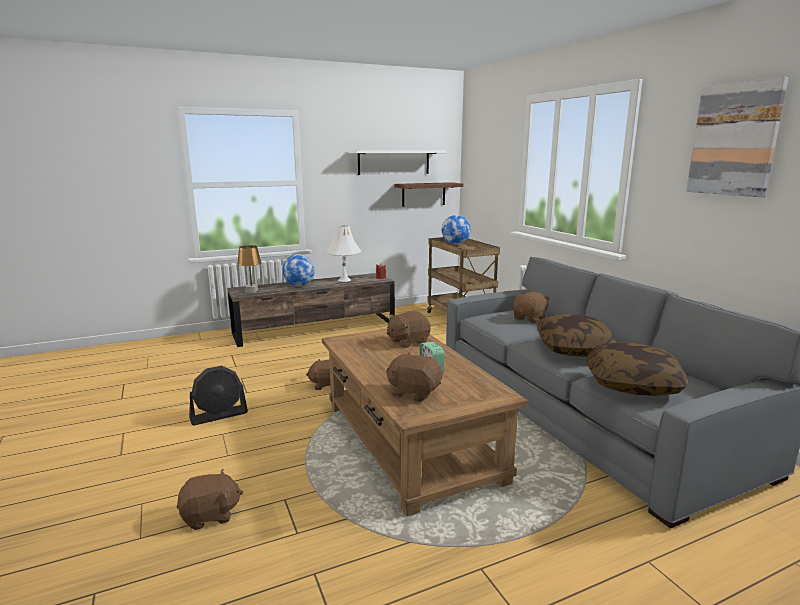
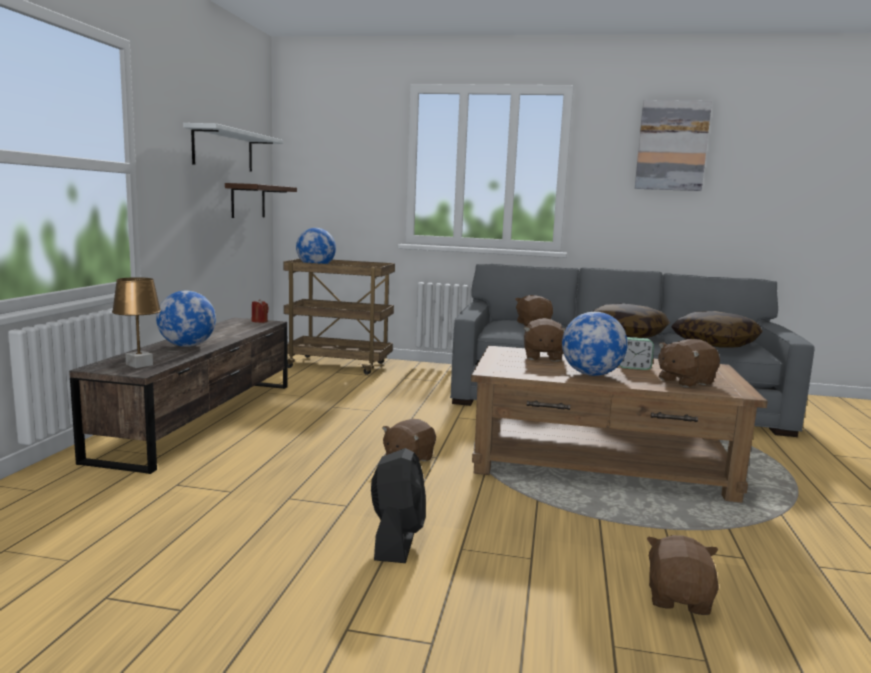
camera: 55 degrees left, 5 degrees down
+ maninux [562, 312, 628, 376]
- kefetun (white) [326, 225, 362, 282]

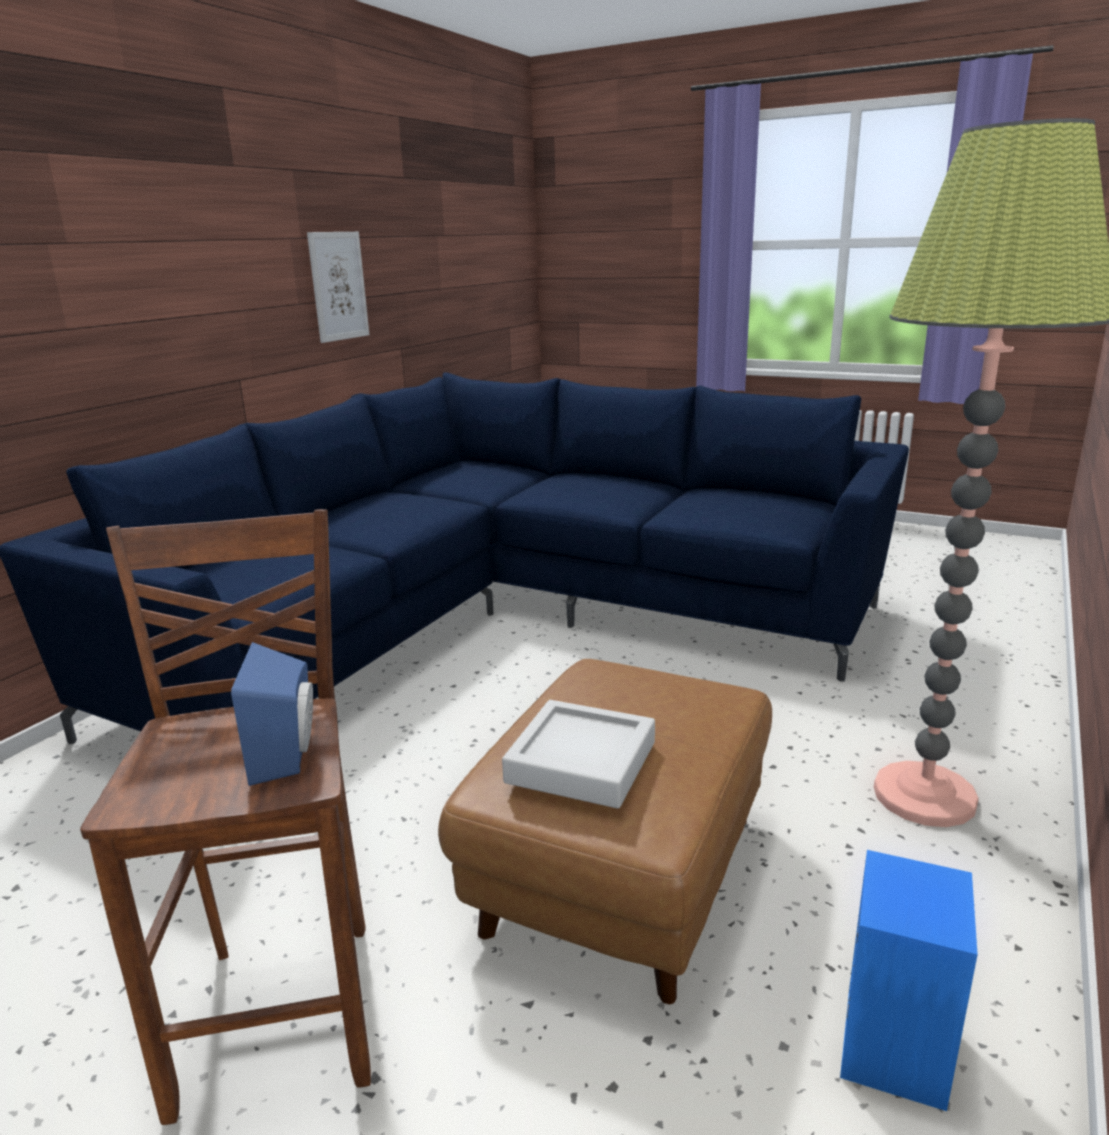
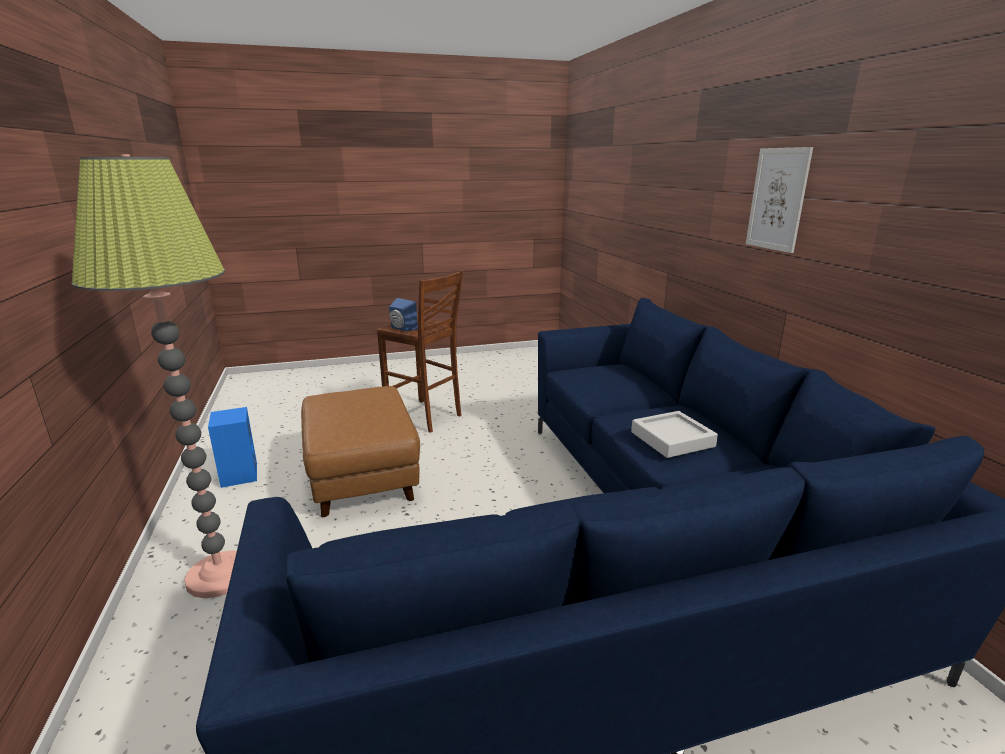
camera: 135 degrees right, 0 degrees up
~ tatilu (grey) [502, 700, 655, 809] to [631, 411, 718, 458]
~ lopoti [307, 232, 369, 343] to [746, 147, 813, 253]

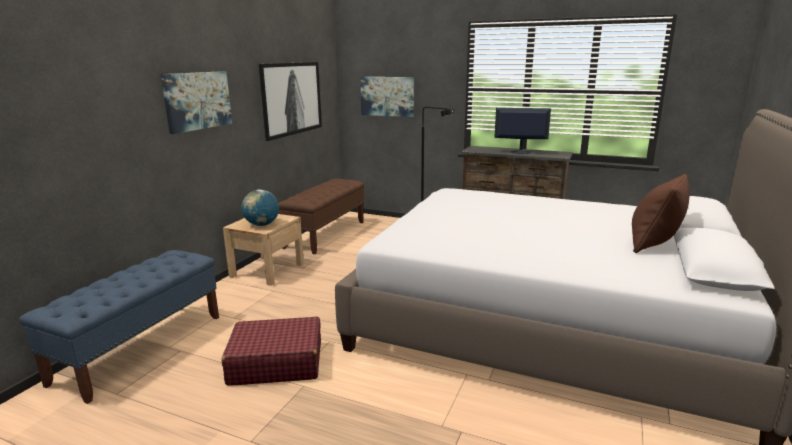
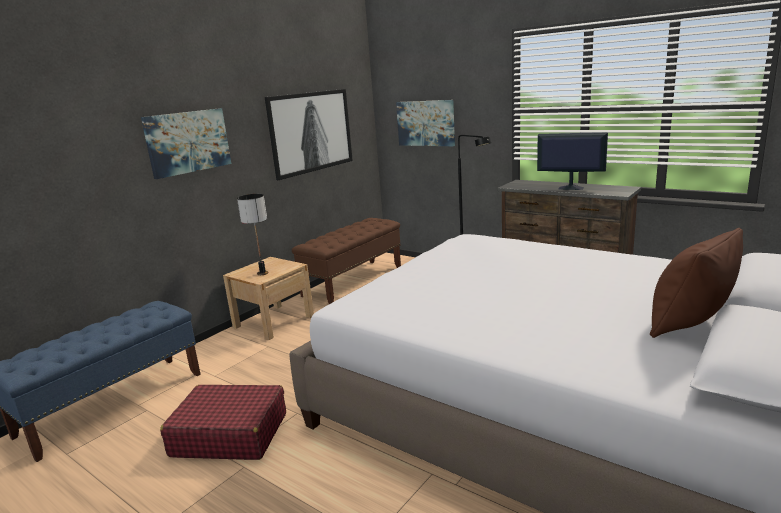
camera: 15 degrees right, 0 degrees up
~ maninux [241, 190, 279, 226] to kefetun [237, 194, 269, 275]

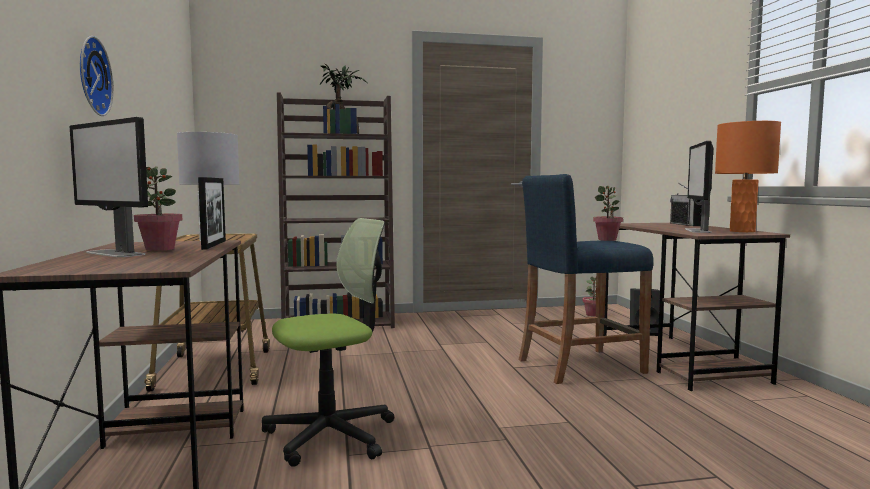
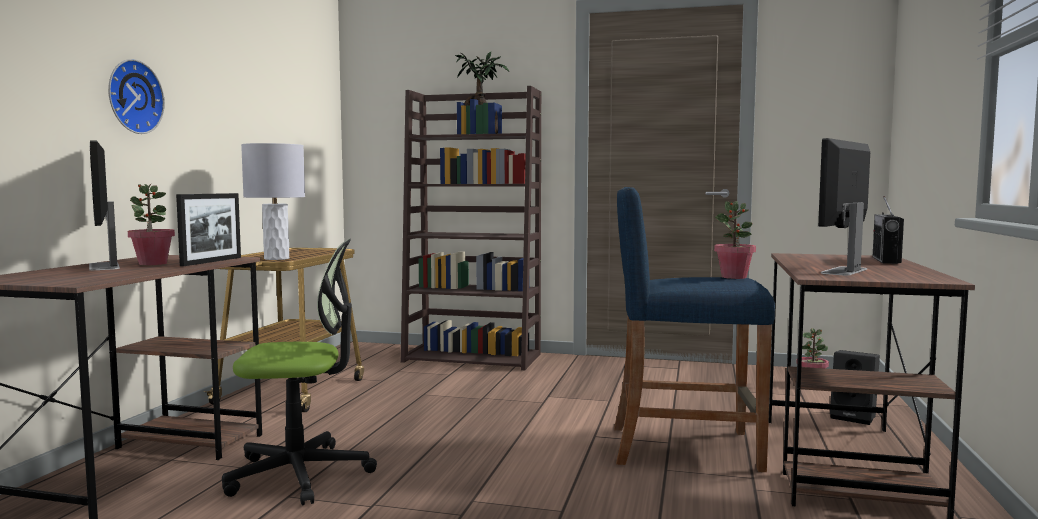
camera: 25 degrees right, 0 degrees up
- kefetun (orange) [715, 121, 781, 232]

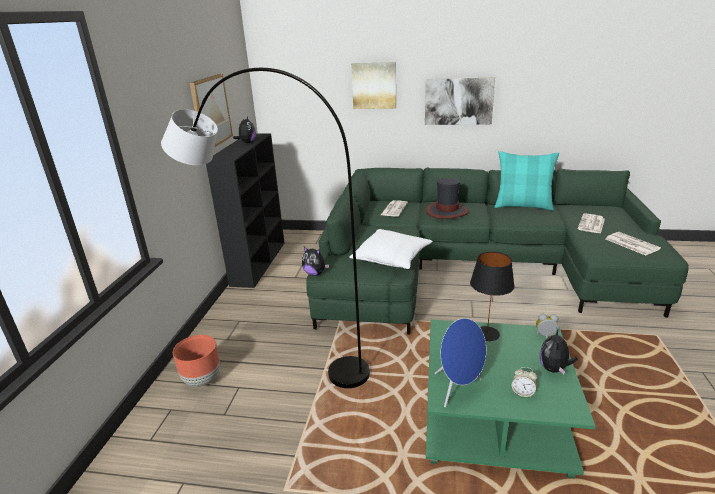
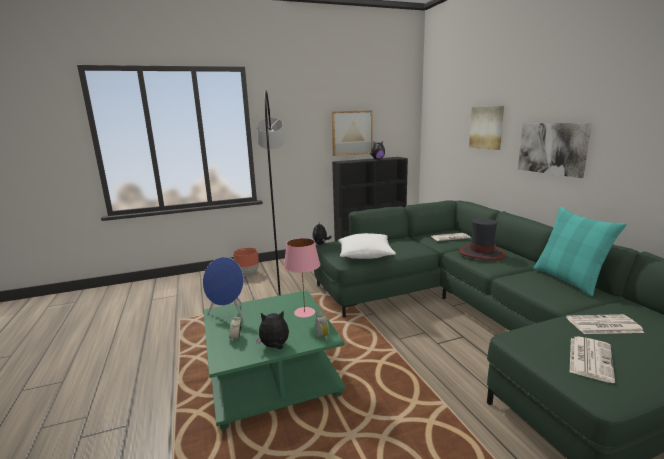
camera: 60 degrees right, 10 degrees down
~ kefetun (black) [470, 252, 515, 341] to kefetun (pink) [283, 238, 320, 318]

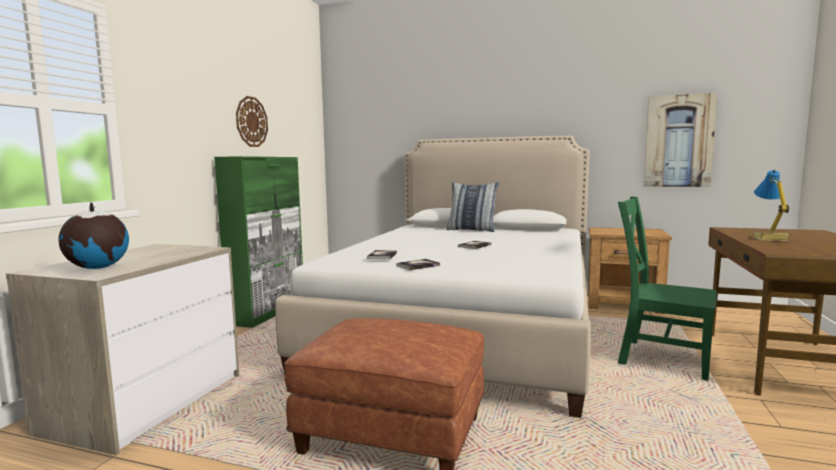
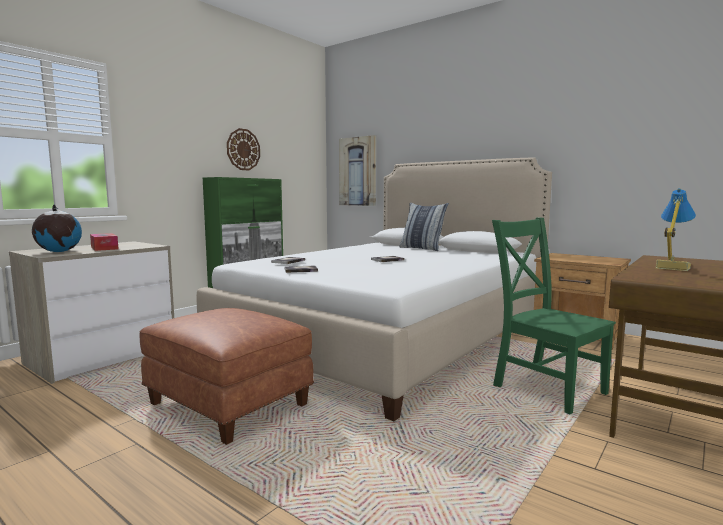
camera: 20 degrees right, 0 degrees up
+ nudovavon [90, 233, 118, 251]
~ lopoti [644, 93, 717, 187] to [339, 135, 376, 206]

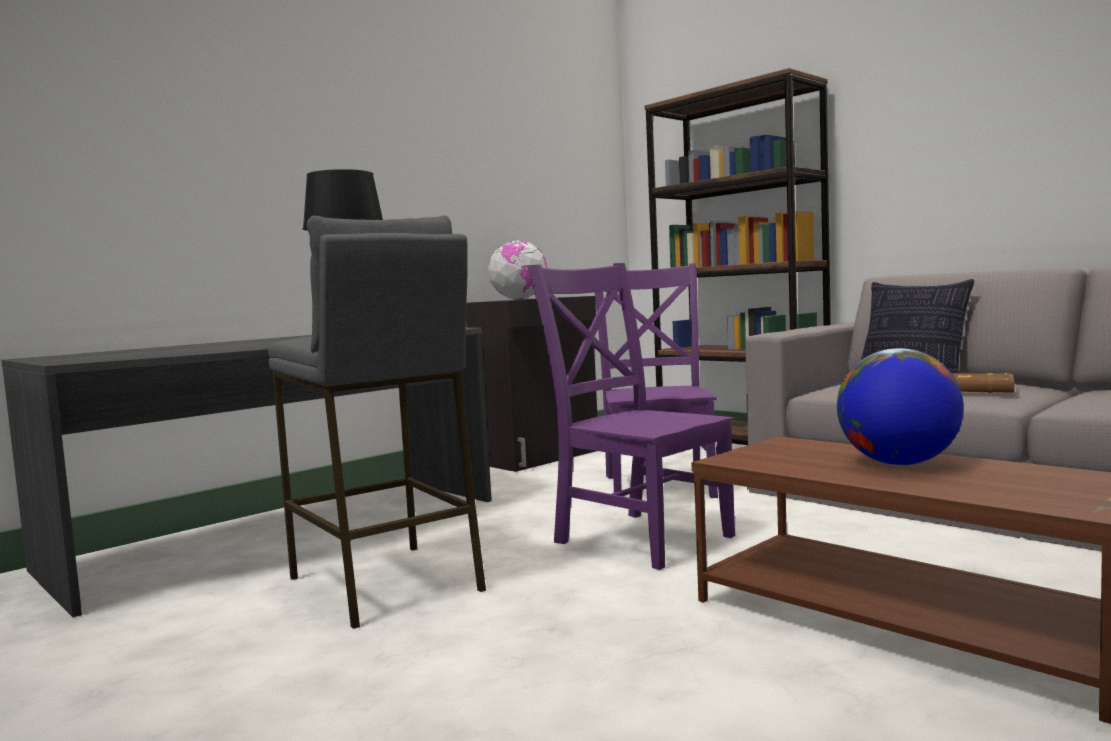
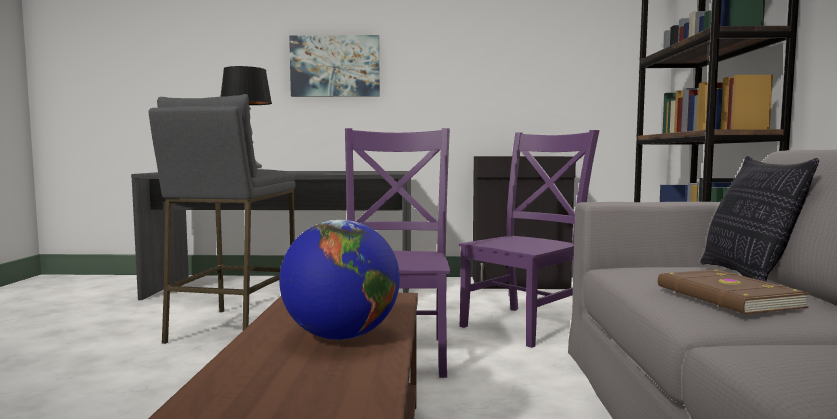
camera: 45 degrees right, 0 degrees up
+ lopoti [289, 35, 380, 97]
- maninux [488, 240, 547, 300]

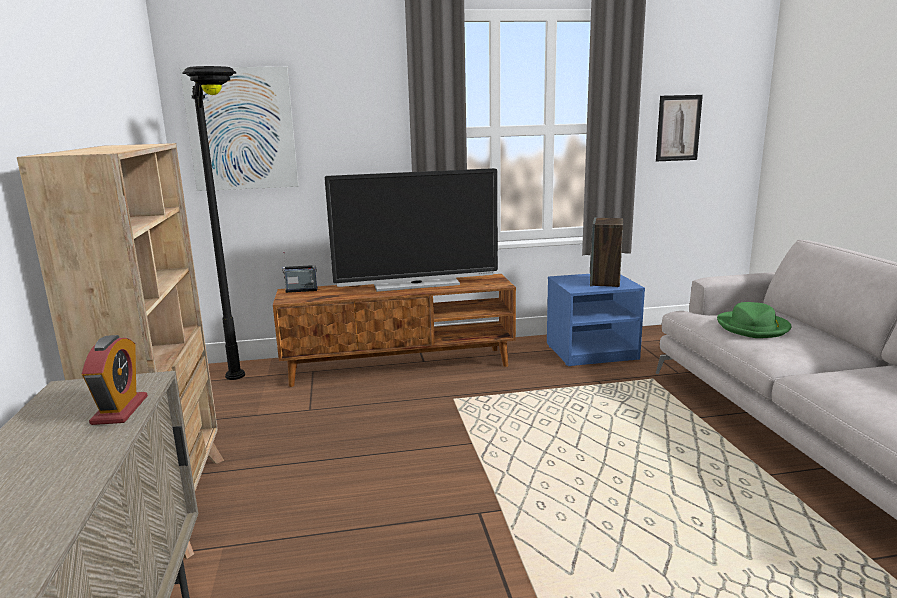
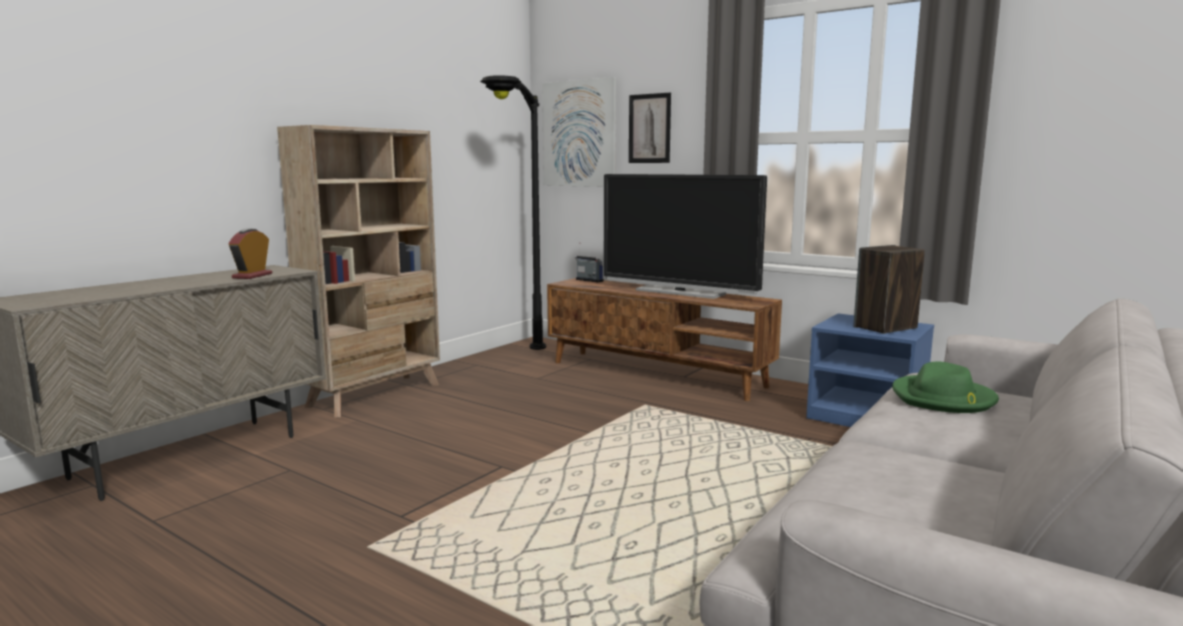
camera: 45 degrees right, 5 degrees down
~ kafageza [82, 335, 148, 425] = [228, 228, 272, 279] 150 degrees clockwise
~ lopoti [656, 95, 703, 161] to [629, 93, 671, 163]

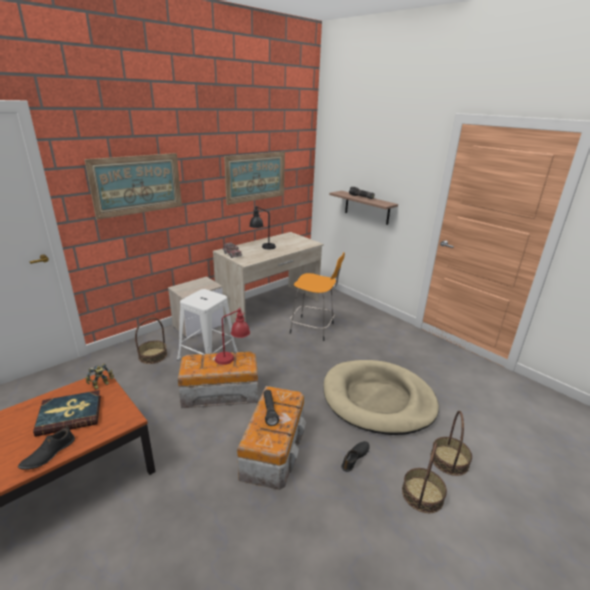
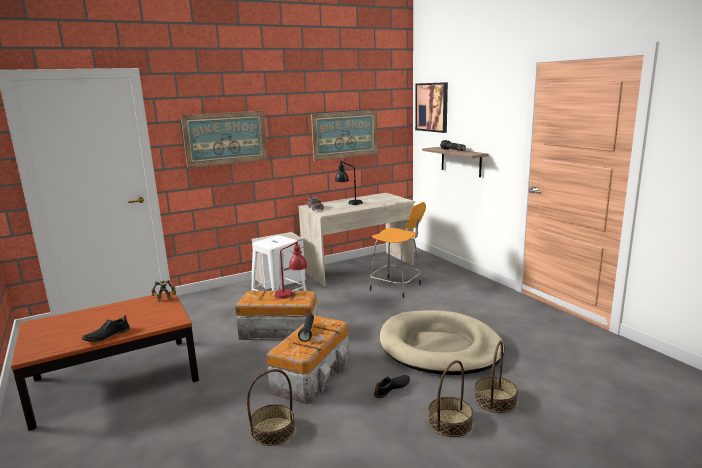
camera: 15 degrees right, 10 degrees down
~ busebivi [135, 318, 167, 364] to [247, 369, 295, 446]
+ lopoti [415, 82, 448, 133]
- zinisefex [33, 390, 101, 437]

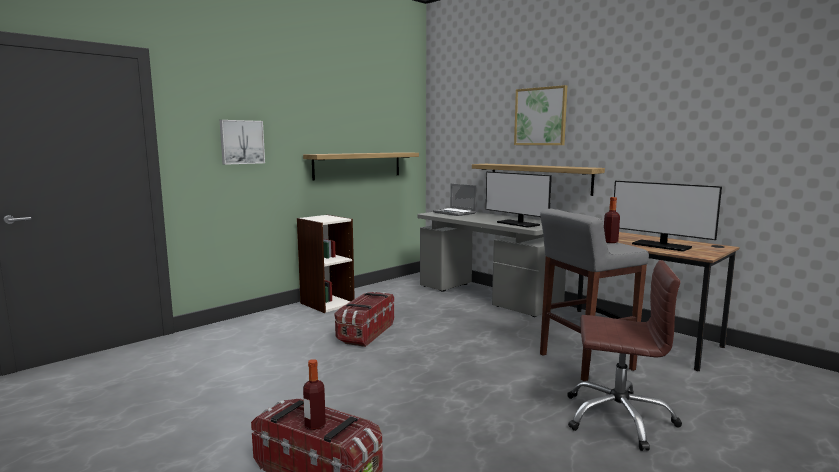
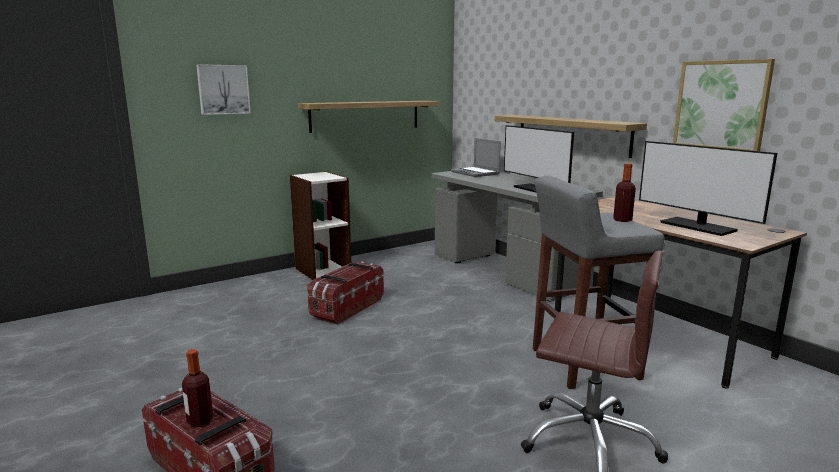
camera: 10 degrees right, 5 degrees up
~ lopoti [514, 85, 567, 145] to [673, 59, 775, 151]

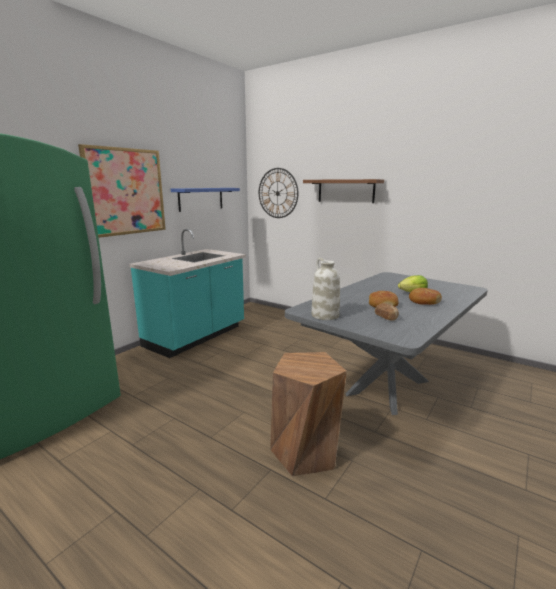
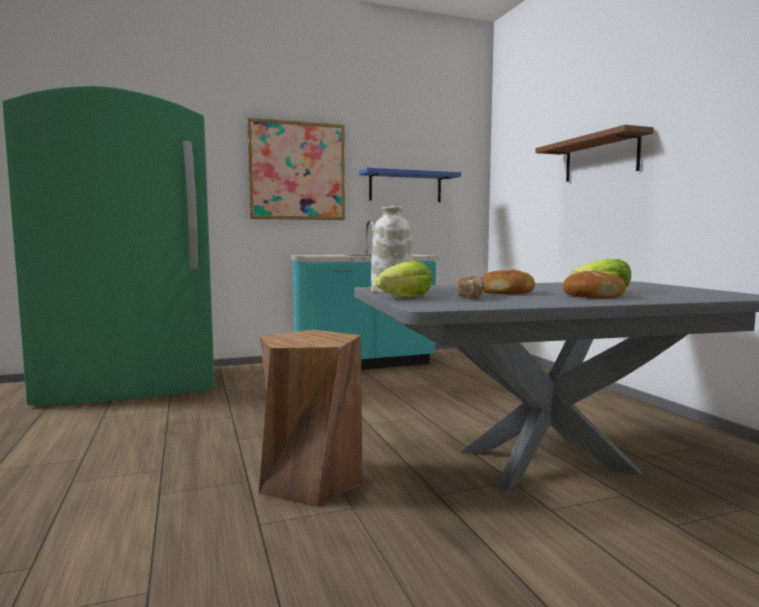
camera: 35 degrees right, 10 degrees down
+ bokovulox [375, 261, 432, 297]
- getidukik [259, 168, 298, 218]

